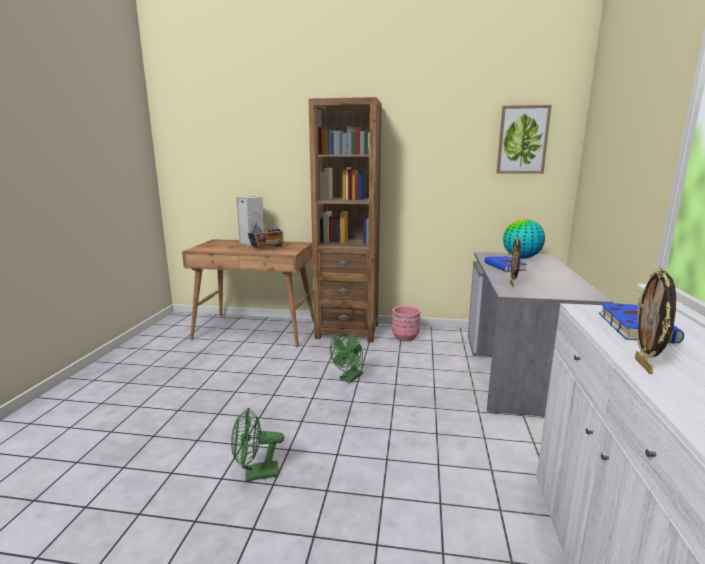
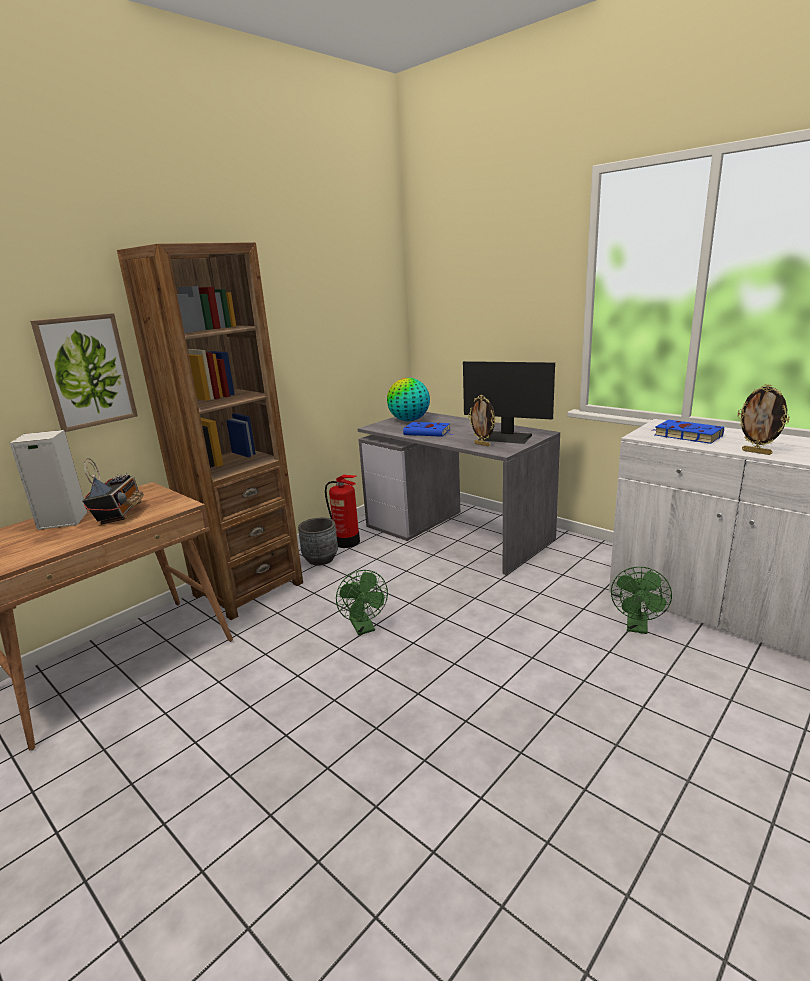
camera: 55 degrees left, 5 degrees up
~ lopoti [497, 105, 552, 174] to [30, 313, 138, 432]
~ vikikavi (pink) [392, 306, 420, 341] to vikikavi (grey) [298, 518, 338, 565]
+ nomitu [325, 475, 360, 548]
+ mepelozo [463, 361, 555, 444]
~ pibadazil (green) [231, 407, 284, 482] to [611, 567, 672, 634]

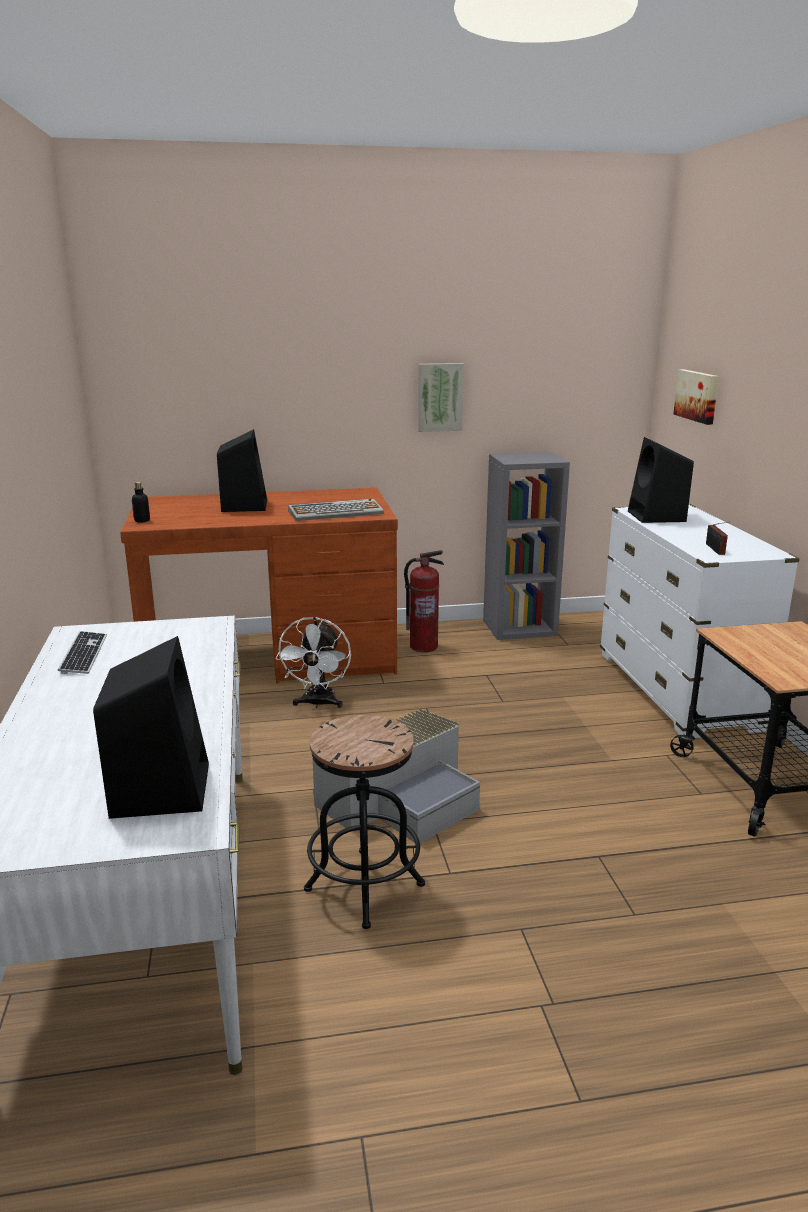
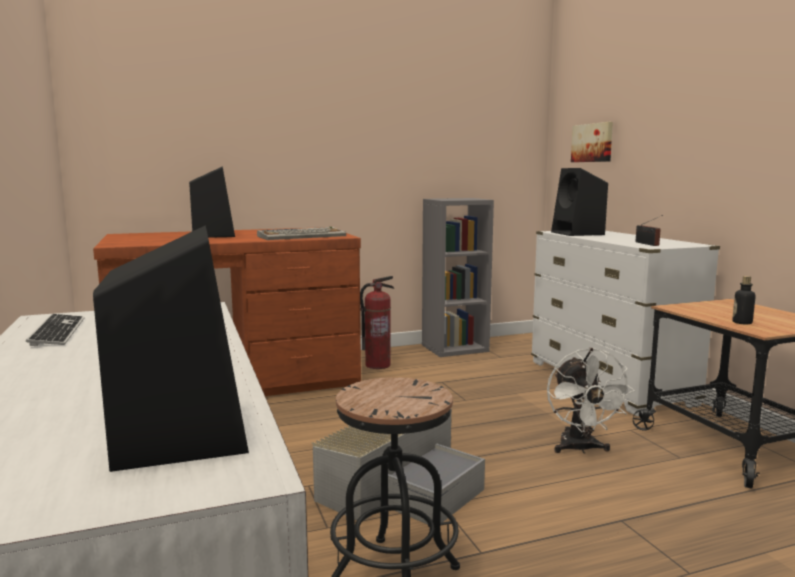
camera: 10 degrees left, 10 degrees down
~ pibadazil (white) [275, 617, 351, 708] to [547, 348, 635, 454]
~ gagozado [132, 482, 150, 523] to [732, 276, 756, 324]
- lopoti [418, 363, 464, 432]

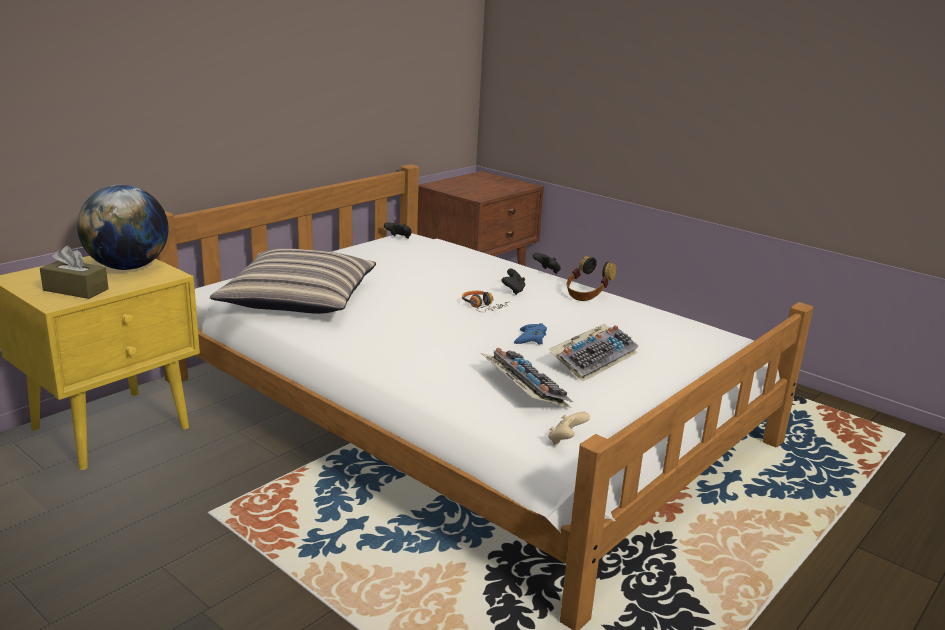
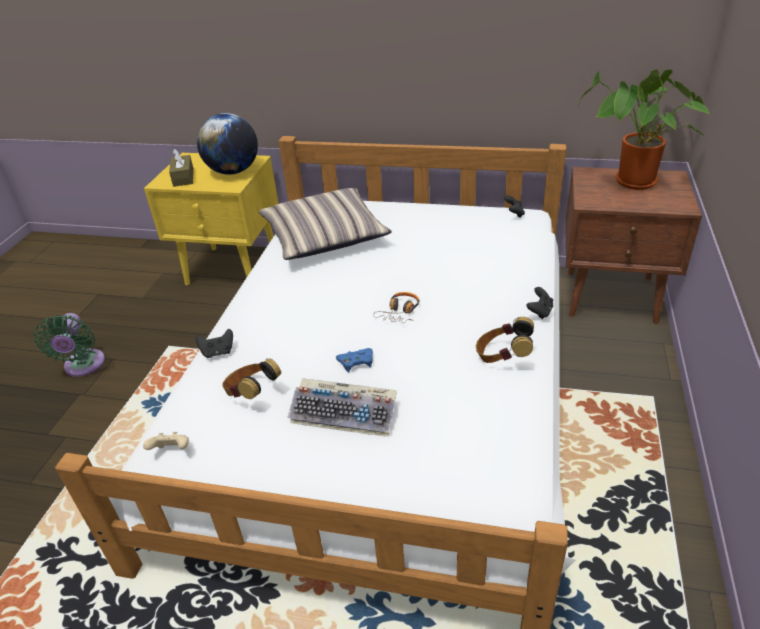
camera: 65 degrees right, 15 degrees up
+ pibadazil (green) [34, 313, 105, 377]
~ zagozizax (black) [502, 269, 525, 295] to [196, 329, 233, 358]
~ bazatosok [481, 348, 573, 408] to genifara [222, 358, 281, 399]
+ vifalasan [578, 69, 709, 190]

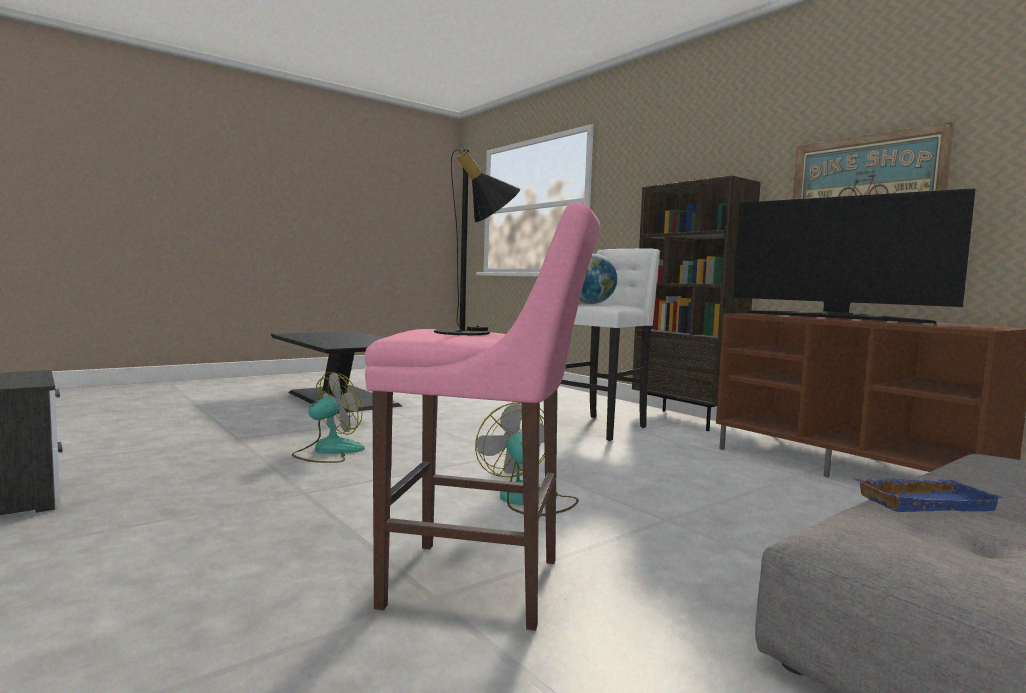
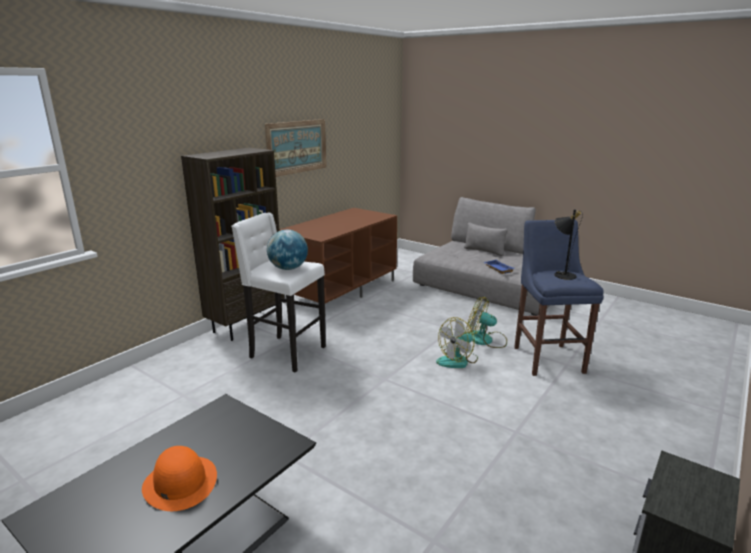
camera: 105 degrees left, 15 degrees up
+ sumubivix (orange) [142, 446, 217, 511]
~ pibadazil [292, 372, 365, 463] to [467, 297, 507, 348]
~ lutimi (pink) [365, 202, 600, 631] to lutimi (blue) [514, 220, 604, 376]
- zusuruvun [733, 188, 976, 324]

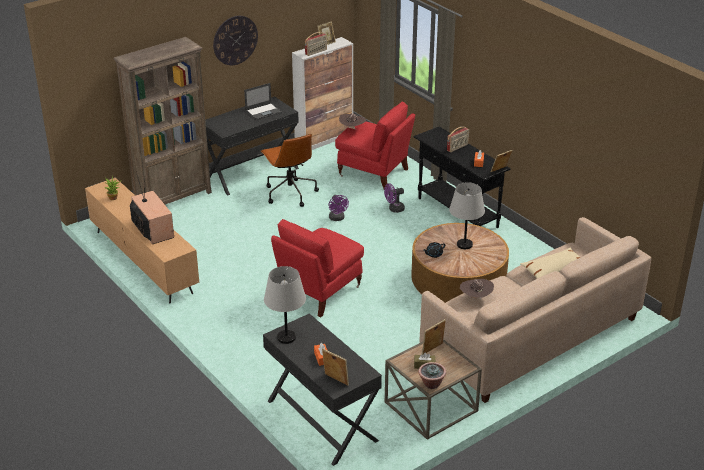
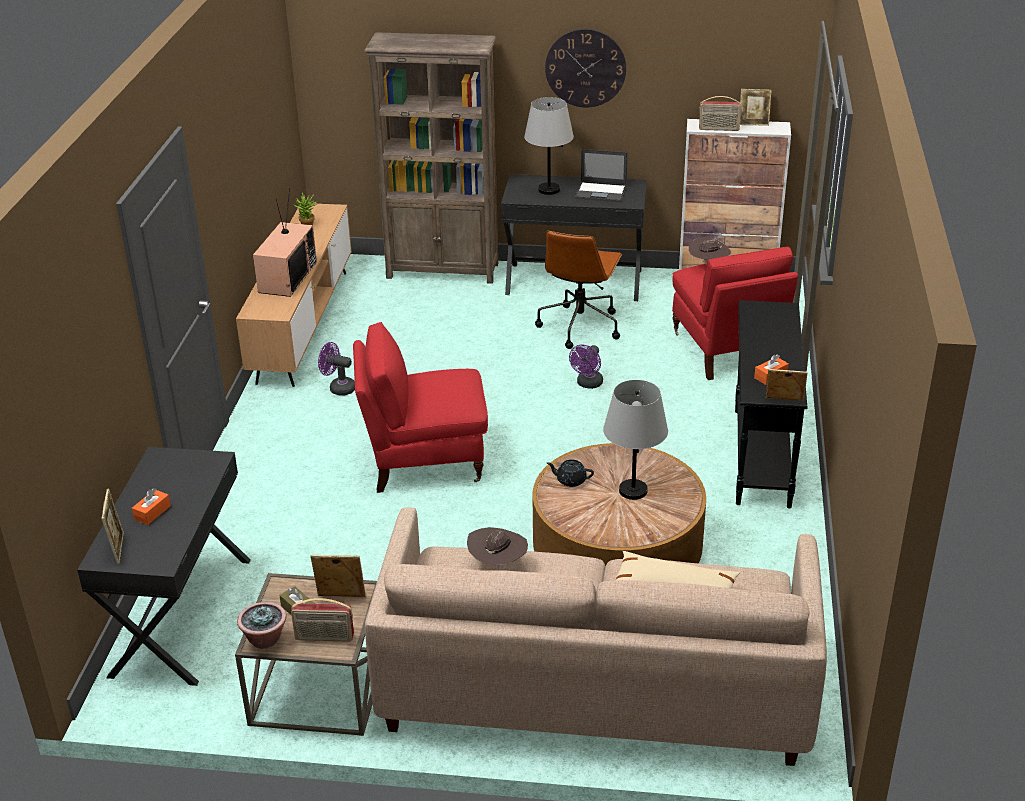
camera: 45 degrees right, 0 degrees up
~ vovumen [447, 127, 469, 152] to [291, 598, 354, 642]
~ pibadazil (purple) [384, 183, 405, 213] to [318, 342, 355, 396]
~ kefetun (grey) [264, 266, 306, 344] to [524, 97, 574, 195]

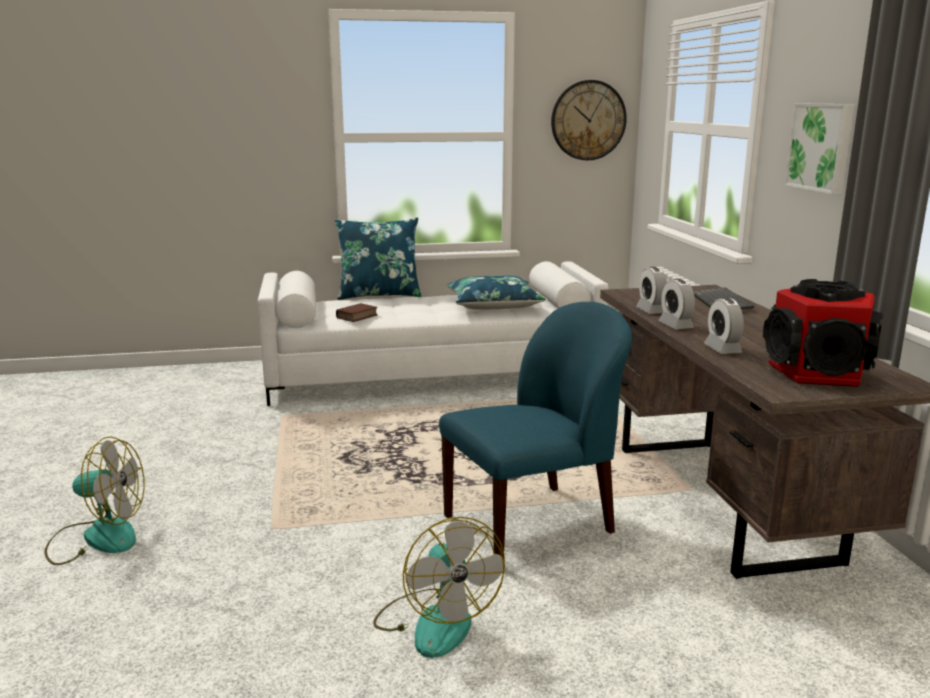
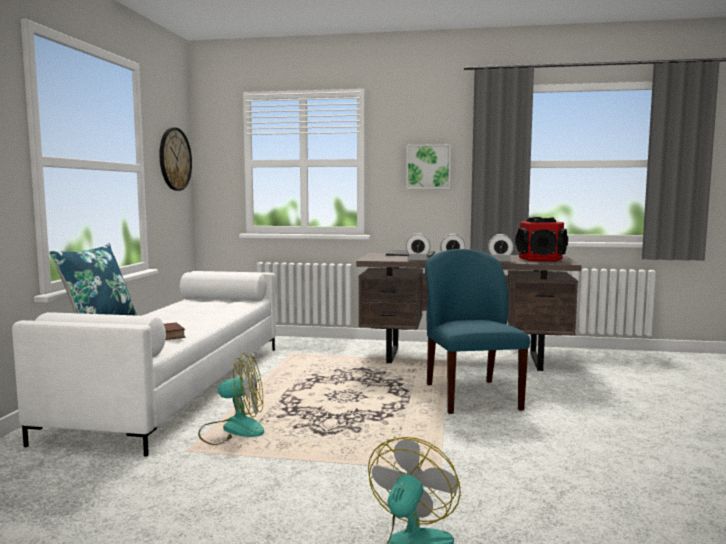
camera: 70 degrees left, 10 degrees down
~ pibadazil [373, 517, 505, 658] to [198, 353, 264, 445]
- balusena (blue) [447, 276, 546, 309]

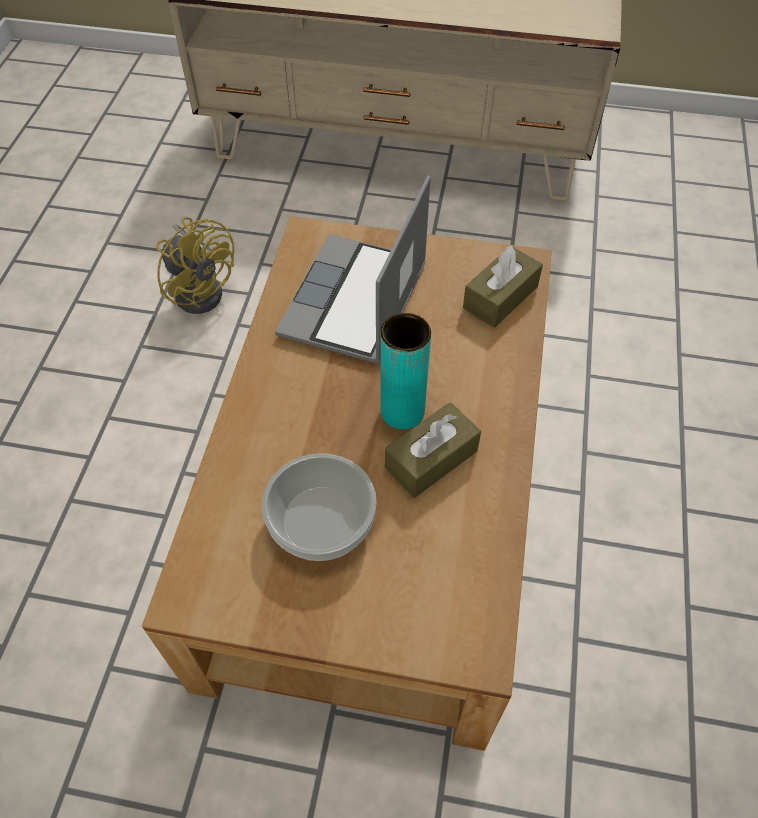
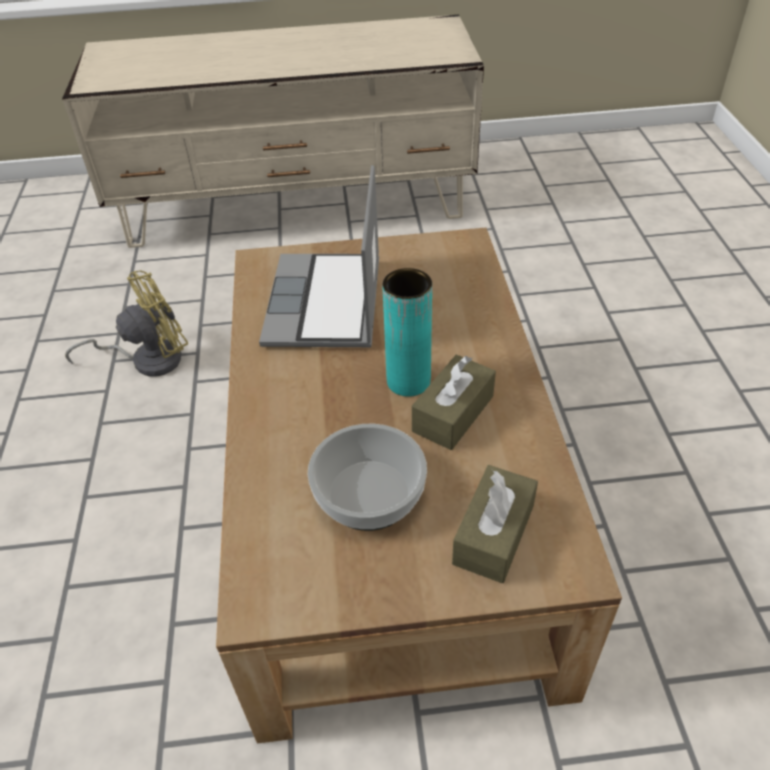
camera: 15 degrees left, 10 degrees down
~ pibadazil (yellow) [156, 217, 235, 314] = [65, 271, 188, 377] 60 degrees counterclockwise
~ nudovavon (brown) [463, 246, 543, 328] to [452, 465, 538, 584]

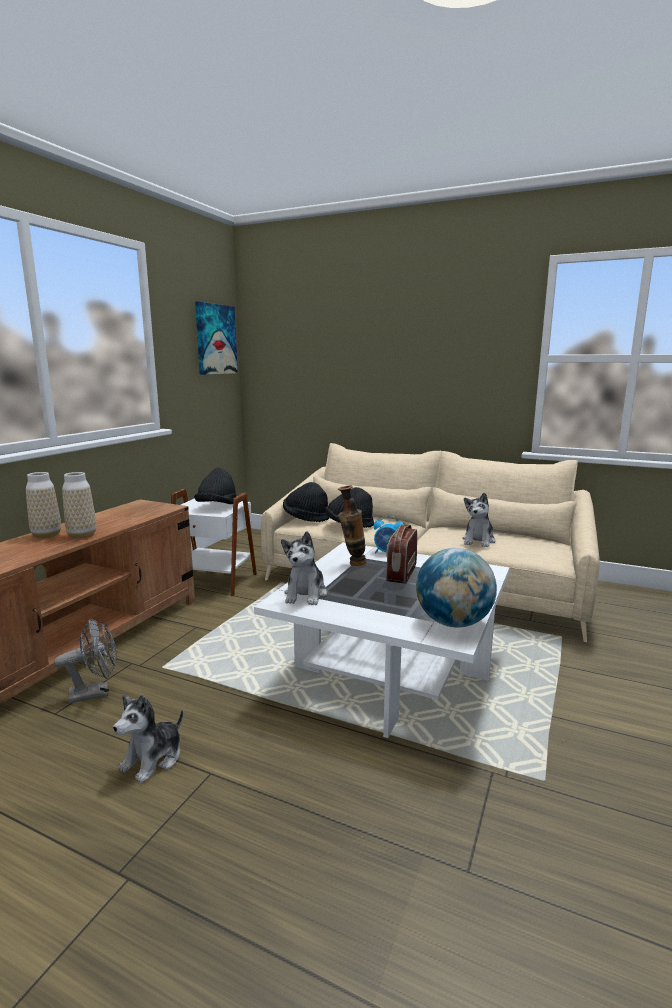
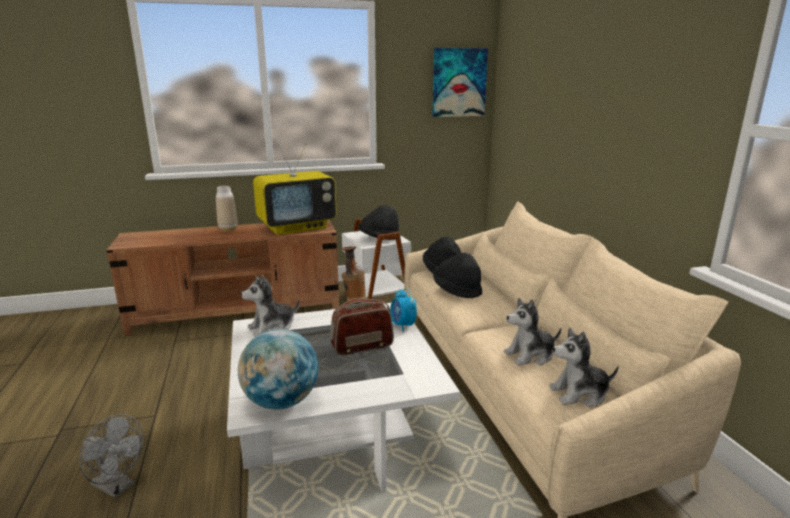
camera: 50 degrees right, 5 degrees up
~ pibadazil (grey) [54, 618, 117, 704] to [79, 414, 144, 498]
+ zusuruvun [253, 143, 337, 235]
~ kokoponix [113, 694, 183, 783] to [549, 328, 619, 407]
- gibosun [62, 472, 96, 539]

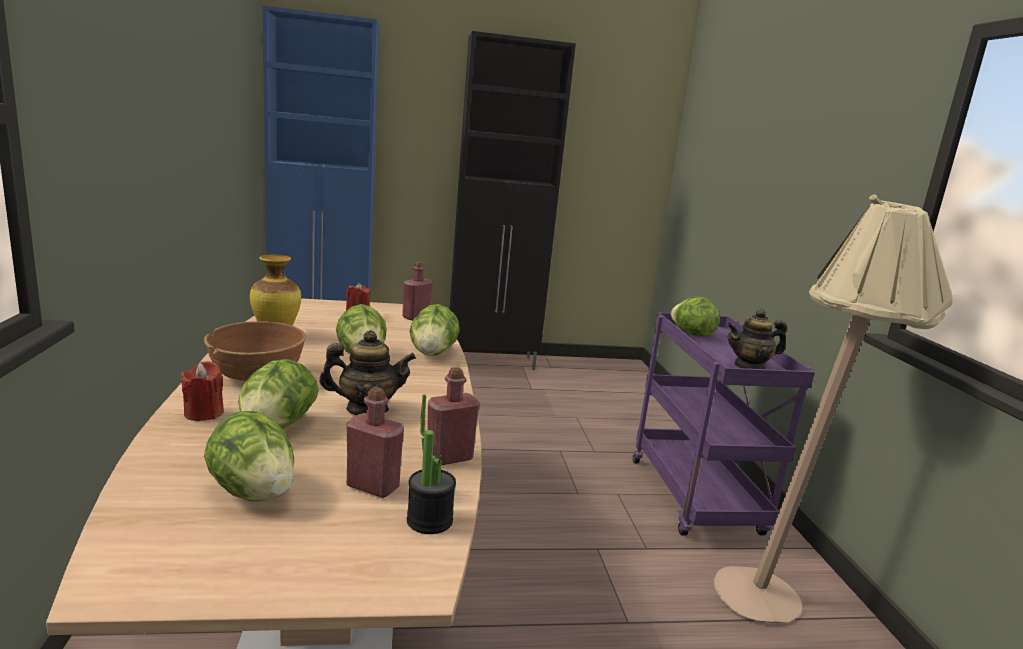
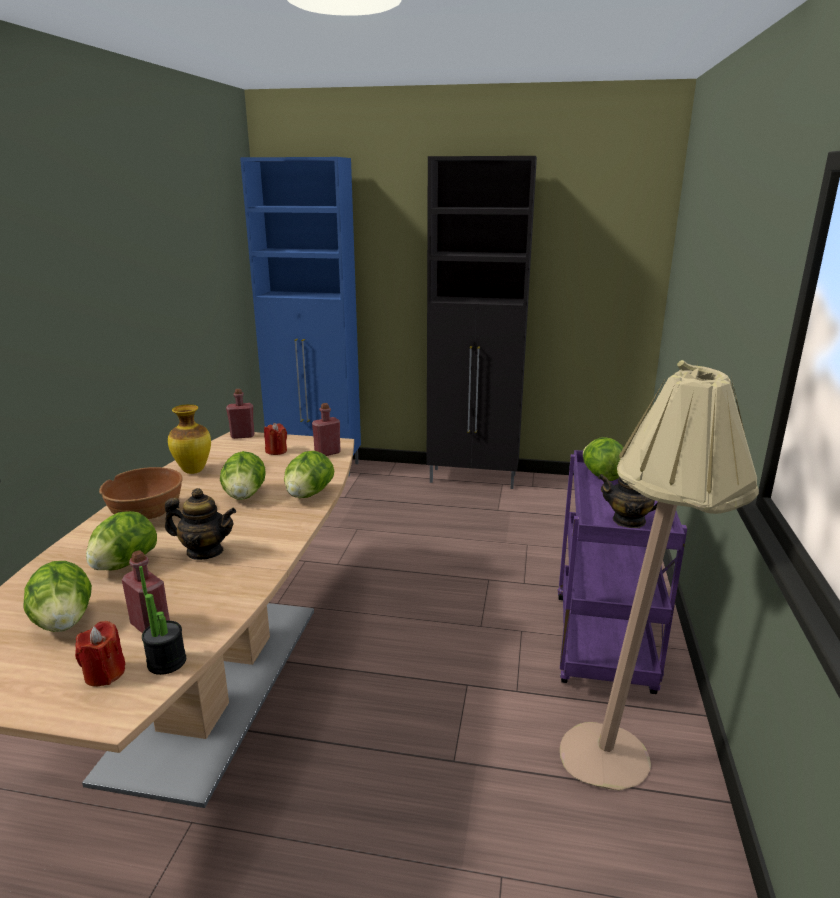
camera: 20 degrees right, 5 degrees up
~ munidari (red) [181, 361, 224, 421] to [75, 621, 126, 686]
~ gagozado (red) [427, 367, 479, 465] to [226, 389, 254, 439]

